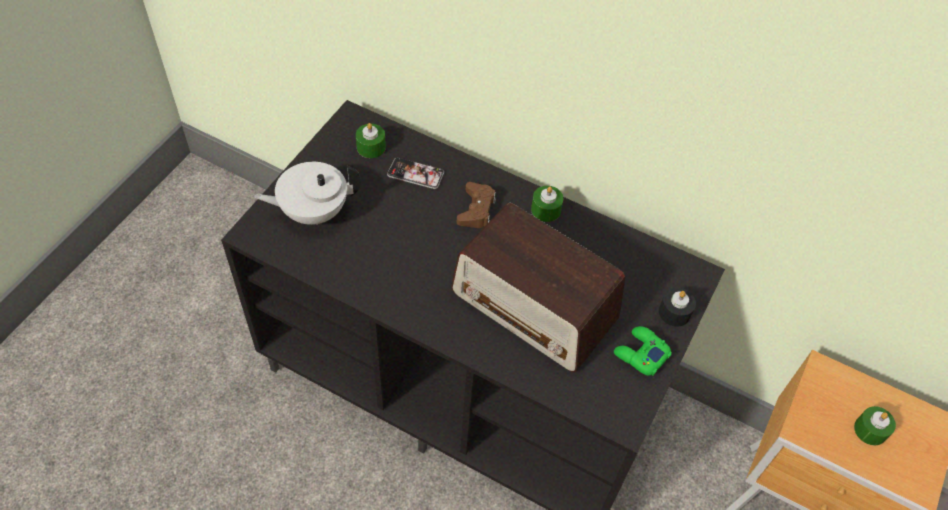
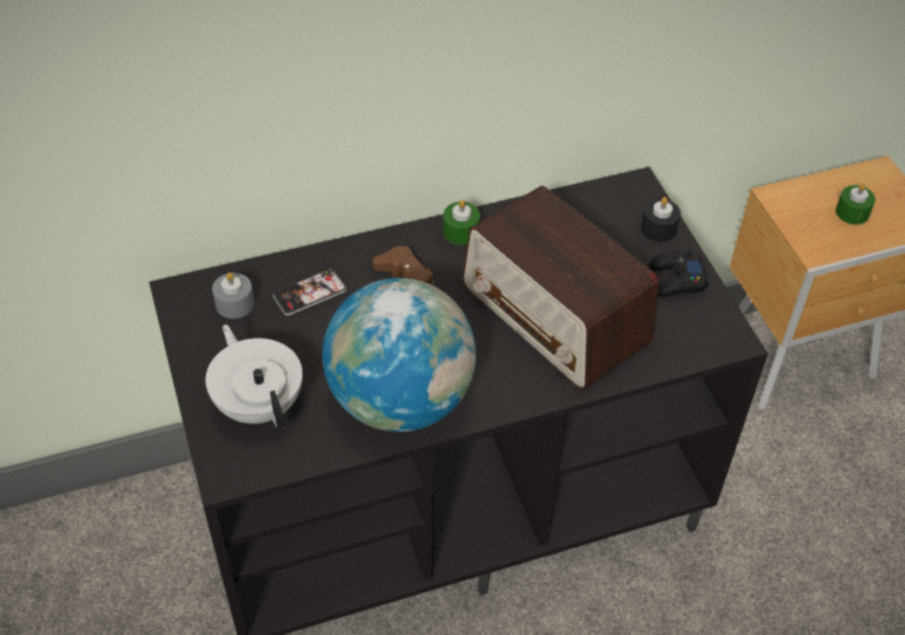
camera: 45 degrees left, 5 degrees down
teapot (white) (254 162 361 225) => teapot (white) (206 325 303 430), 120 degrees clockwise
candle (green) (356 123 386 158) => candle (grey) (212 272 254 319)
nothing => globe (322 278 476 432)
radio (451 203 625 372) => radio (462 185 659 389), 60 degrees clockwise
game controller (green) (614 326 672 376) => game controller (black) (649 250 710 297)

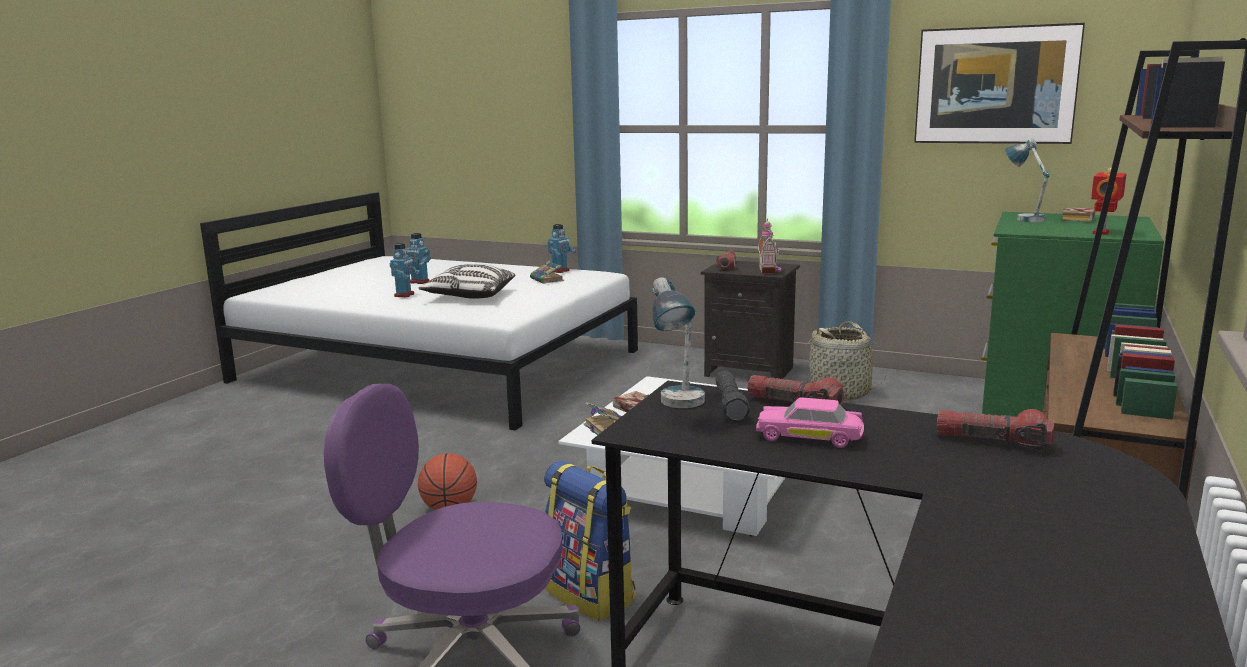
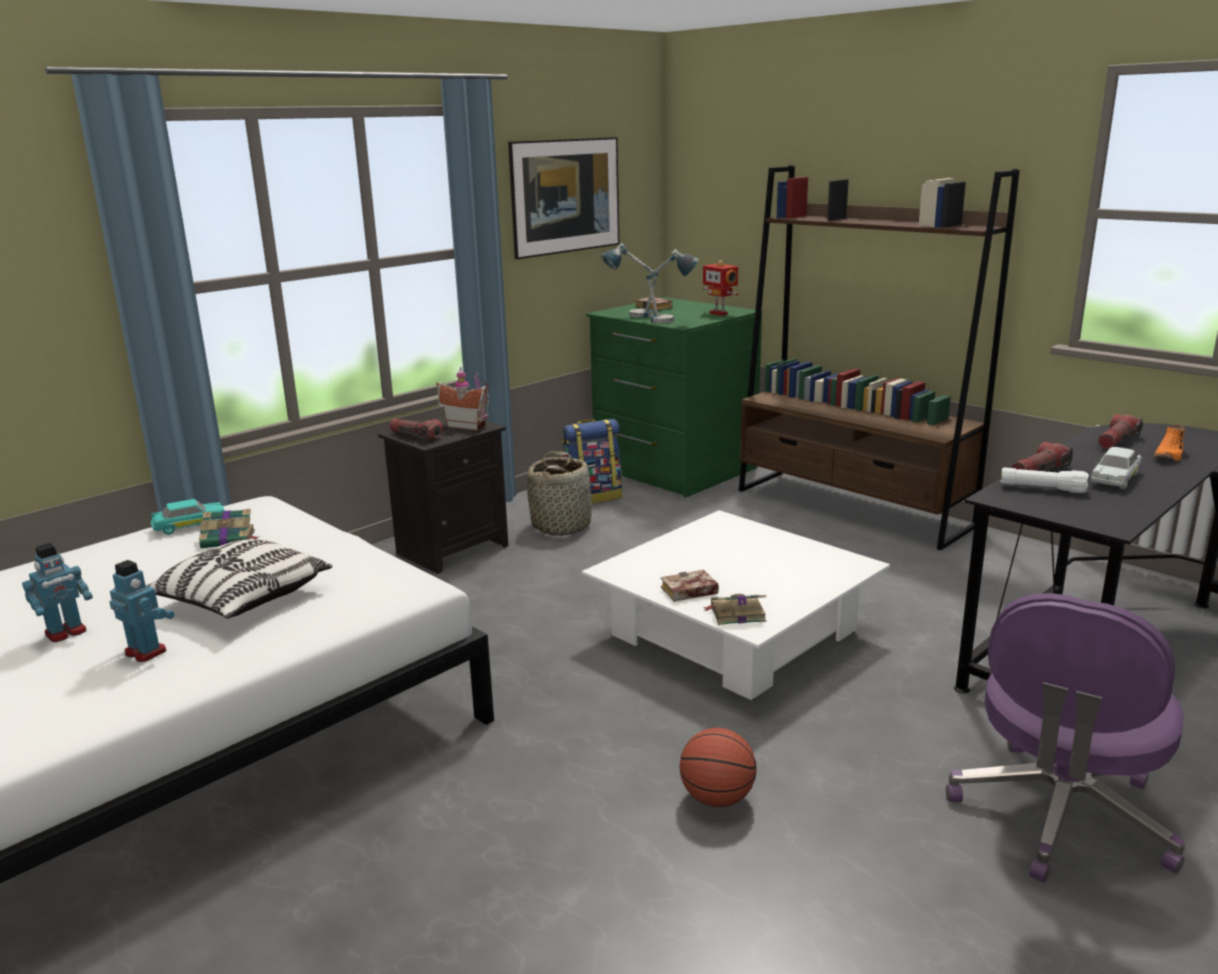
camera: 70 degrees left, 5 degrees up
toy robot (548 224 576 273) => toy car (turquoise) (151 499 225 535)
backpack (544 461 635 621) => backpack (562 419 622 504), shifted
table lamp (652 277 705 408) => table lamp (646 249 699 323), shifted
flashlight (black) (715 370 750 422) => flashlight (white) (1001 468 1089 493)
toy car (pink) (756 397 864 448) => toy car (white) (1091 447 1142 490)
nothing => shoe (orange) (1154 425 1185 461)

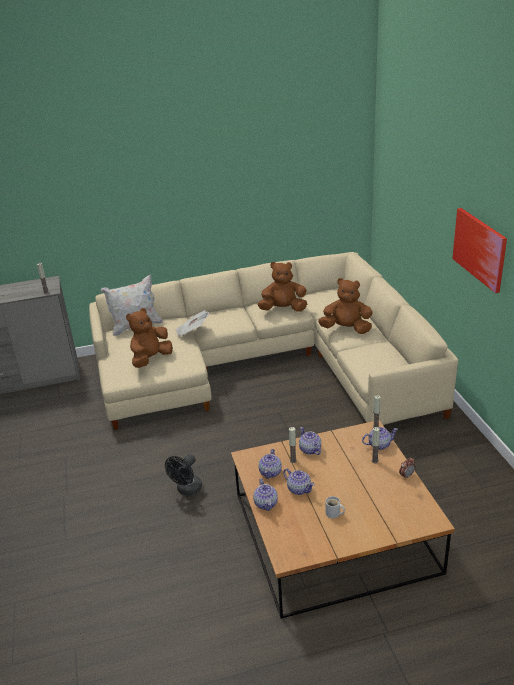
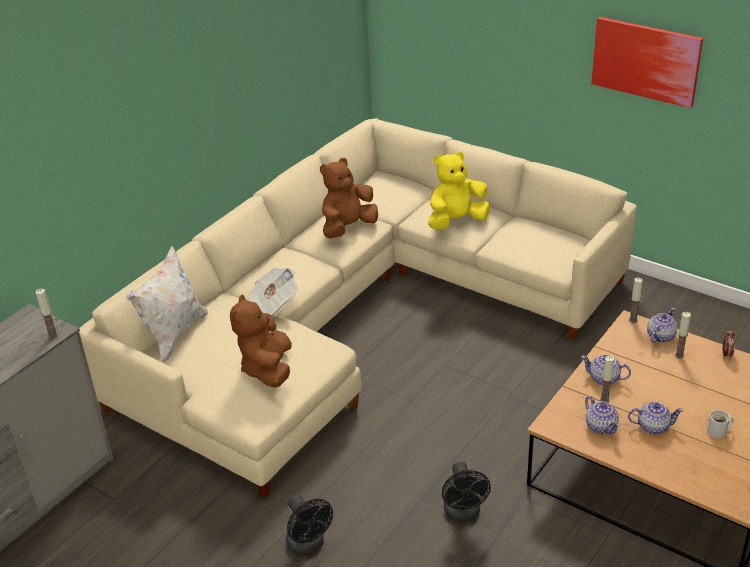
camera: 40 degrees left, 5 degrees up
nothing => fan (black) (286 494 333 556)
plush toy (brown) (318 278 373 334) => plush toy (yellow) (428 151 490 229)
teapot (253 479 278 511) => nothing

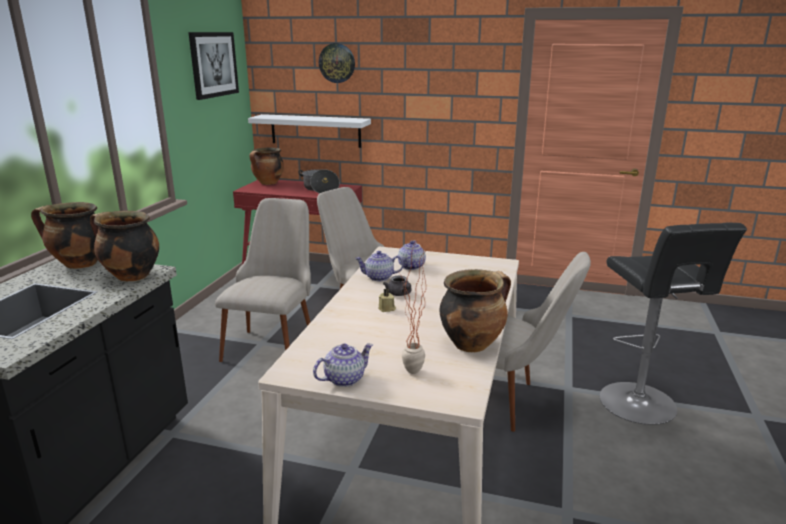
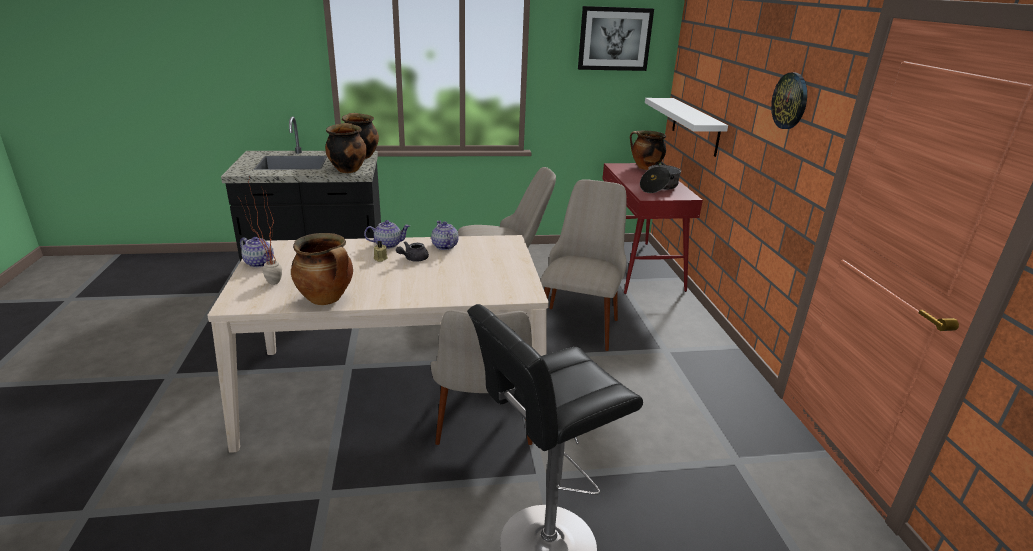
camera: 65 degrees right, 5 degrees up
teapot (398 240 426 270) => teapot (364 220 410 249), shifted
wall clock (319 43 355 83) => wall clock (771 72 807 129), shifted

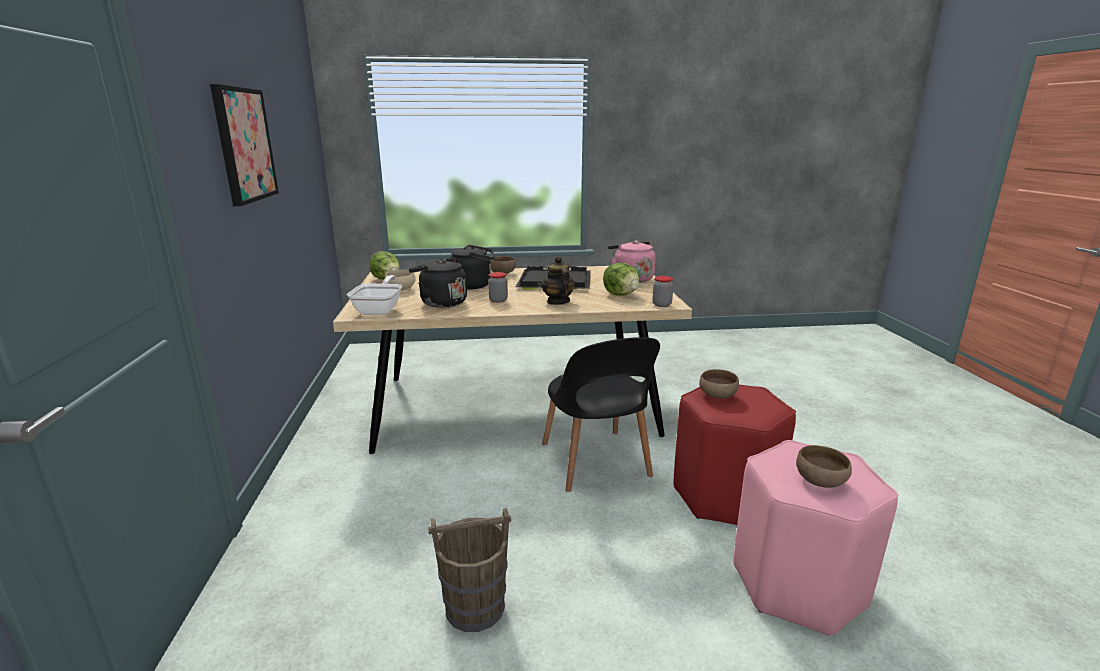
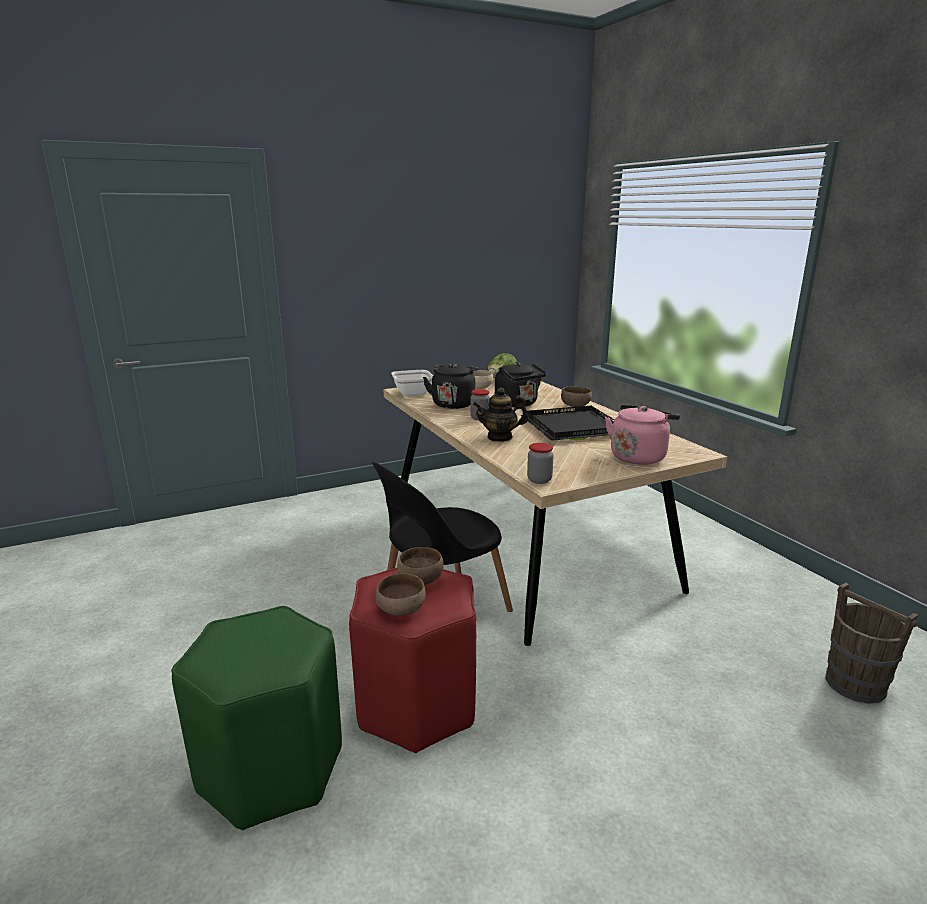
camera: 70 degrees right, 0 degrees up
stool (pink) (734 440 898 635) => stool (green) (171 606 342 830)
bowl (brown) (796 445 852 488) => bowl (brown) (375 573 426 616), shifted
teapot (541 256 575 305) => teapot (473 388 529 442), 150 degrees counterclockwise
bucket (brown) (428 508 511 632) => bucket (brown) (825 583 918 704), shifted
picture (210 84 279 206) => nothing
lettuce (603 263 639 296) => nothing

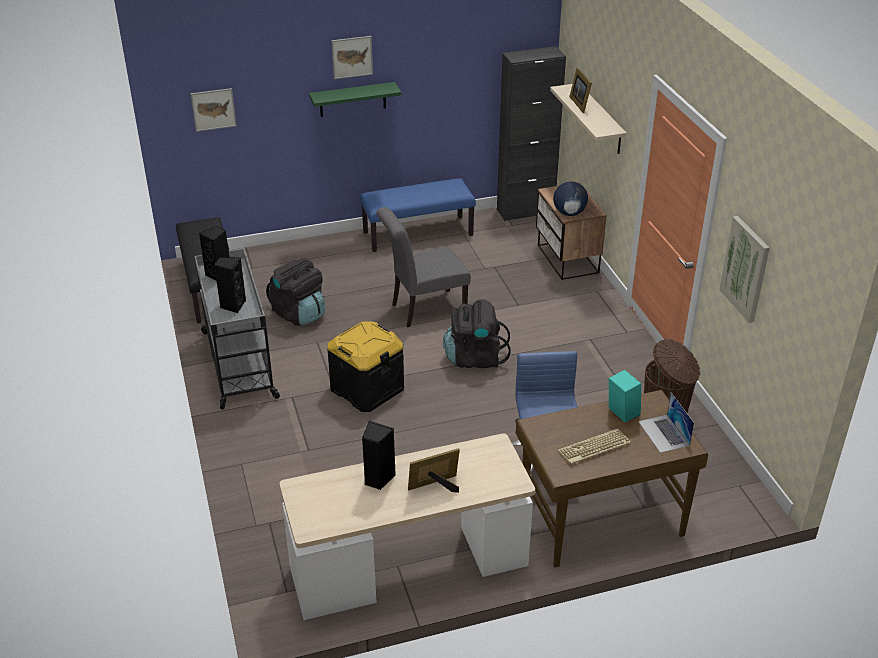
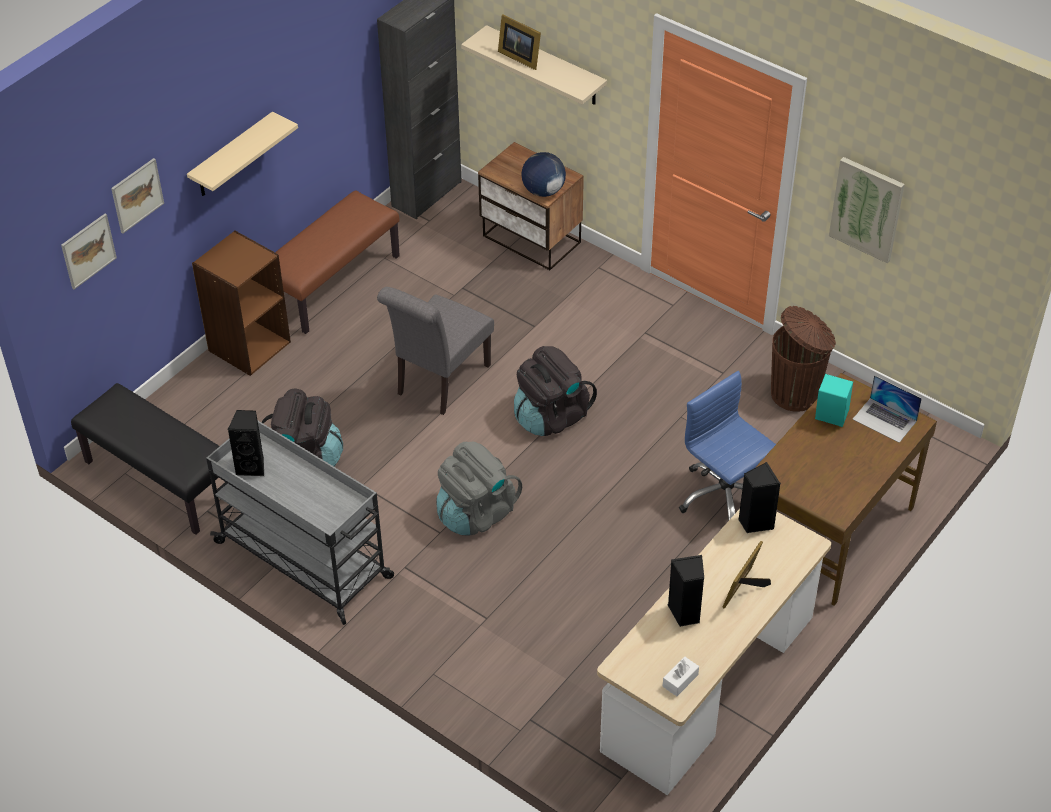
camera: 35 degrees left, 10 degrees up
picture (331 36 373 79) => picture (111 158 164 233), shifted
shelf (green) (309 82 401 117) => shelf (beige) (187 111 298 196)
nothing => bookcase (brown) (192 231 291 376)
bench (blue) (360 178 476 252) => bench (brown) (275 190 400 334)
storage box (black) (327 321 404 412) => backpack (grey) (437 441 522 536)
nothing => tissue box (white) (663 656 699 696)
speaker (black) (214 257 246 313) => speaker (black) (738 462 781 533), shifted
keyboard (558 429 631 464) => nothing

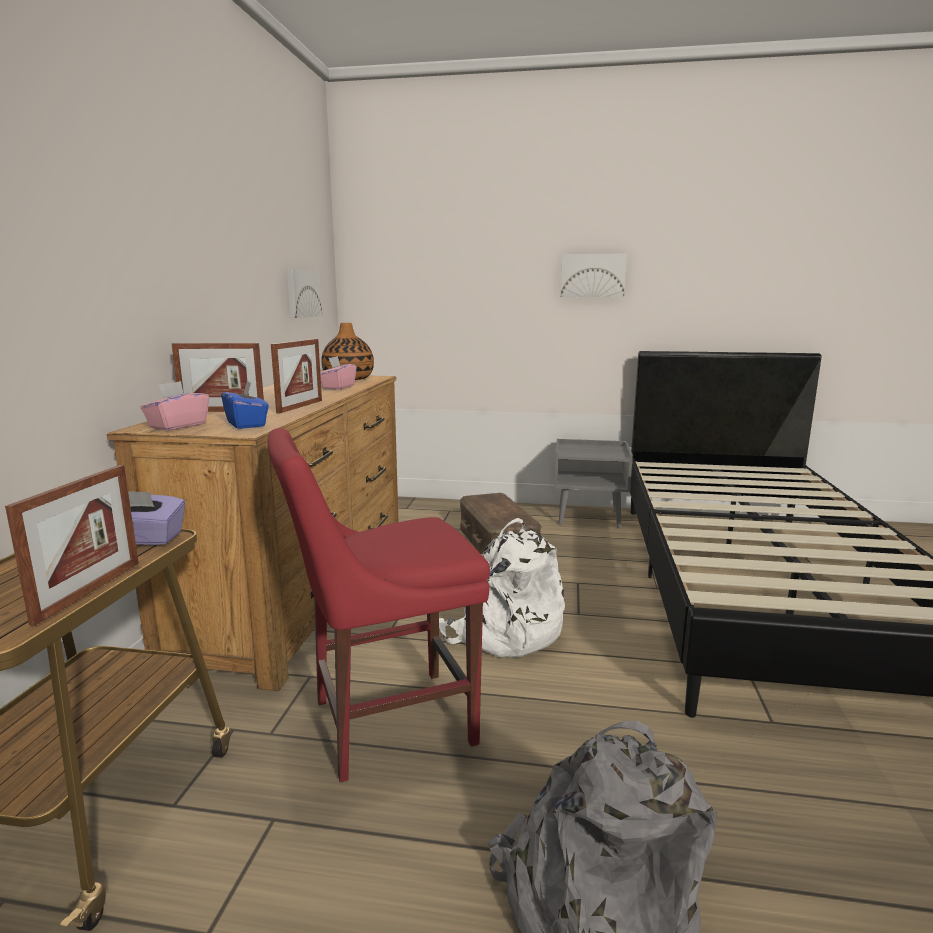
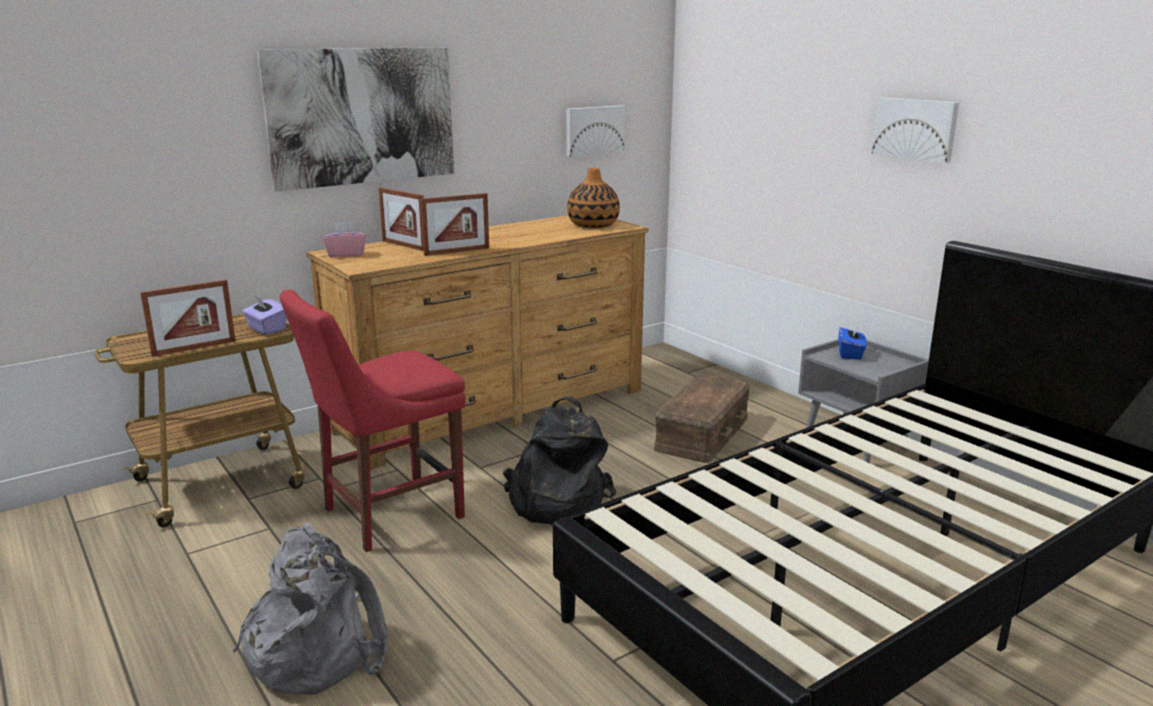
camera: 45 degrees right, 5 degrees up
nothing => picture (257 48 454 192)
chair (red) (267 428 490 783) => chair (red) (280 290 466 552), 60 degrees counterclockwise
backpack (white) (439 518 565 658) => backpack (black) (503 397 616 525)
tissue box (blue) (221 381 269 429) => tissue box (blue) (838 325 867 360), shifted
tissue box (pink) (320 356 357 390) => nothing

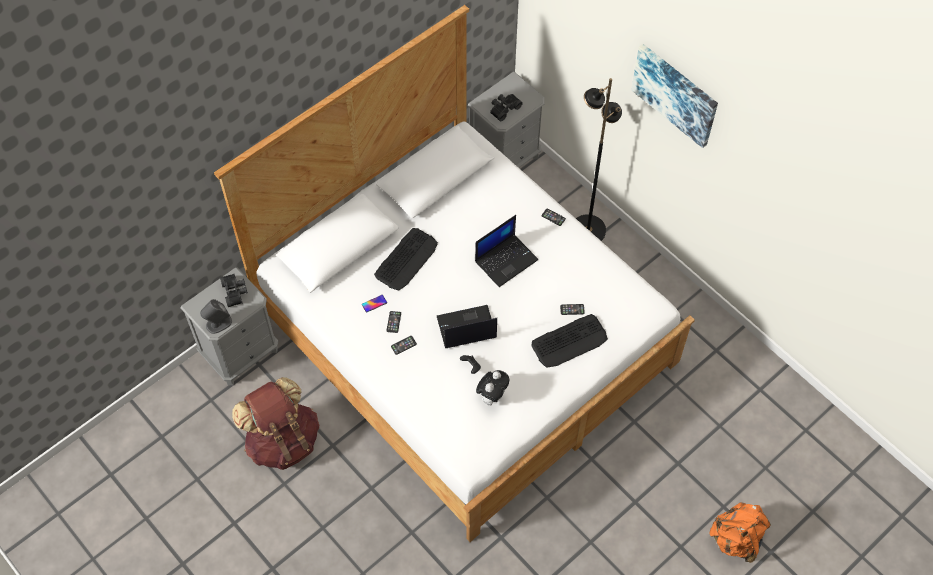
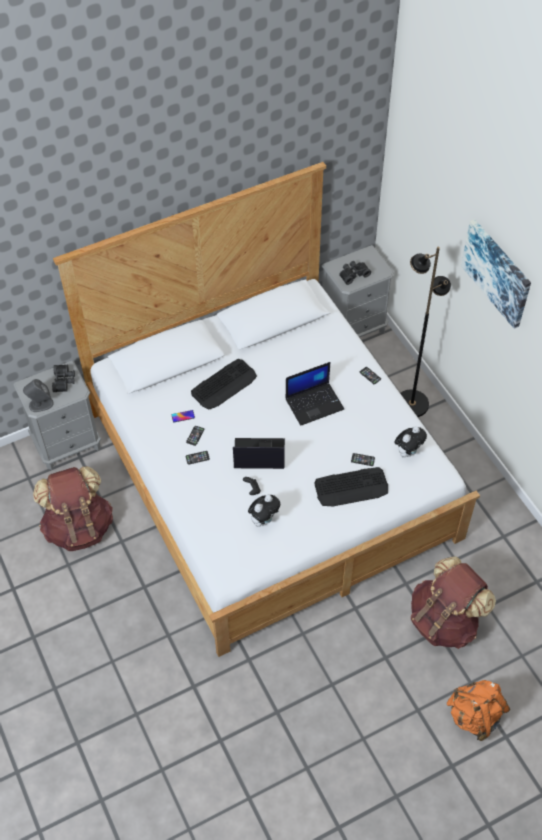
camera: 15 degrees right, 5 degrees down
nothing => plush toy (394 426 427 458)
nothing => backpack (brown) (411 557 496 649)

